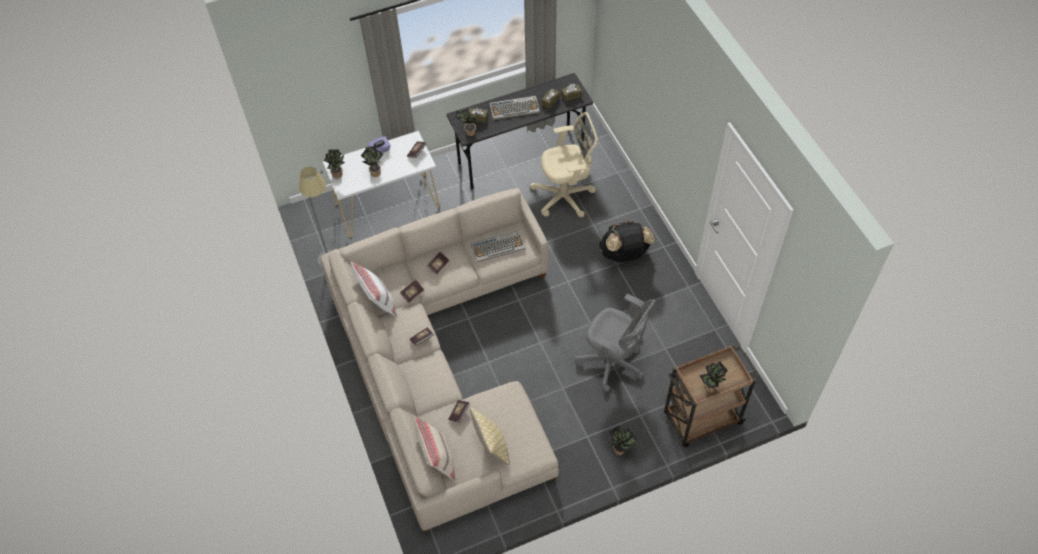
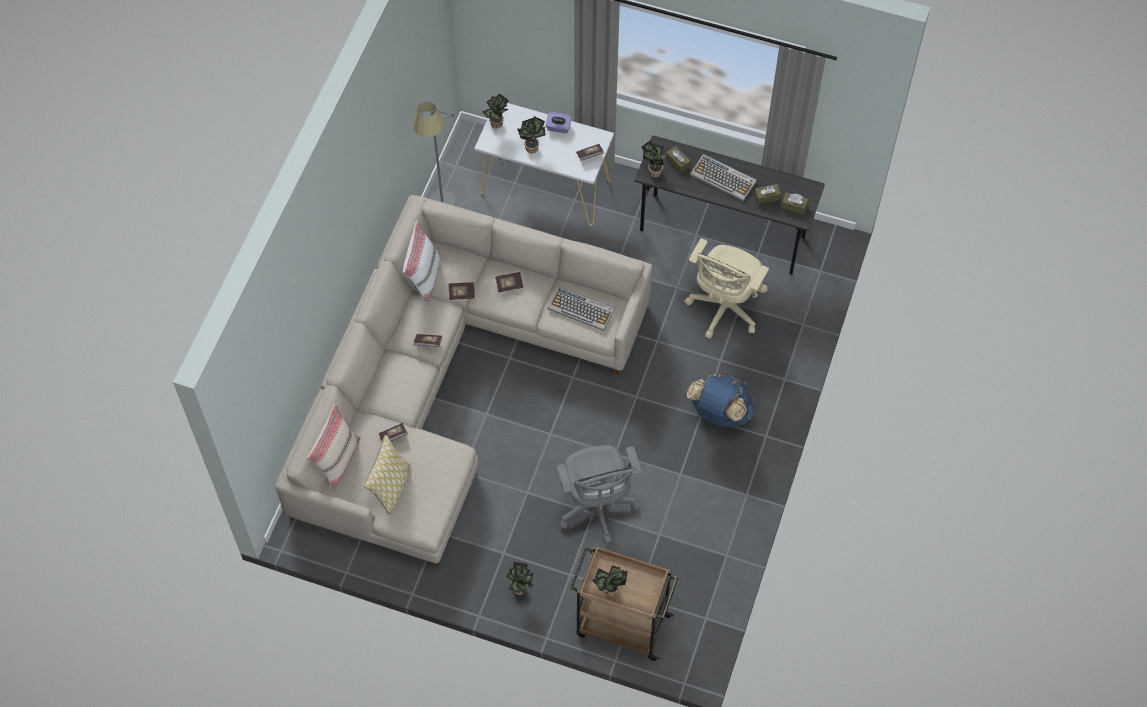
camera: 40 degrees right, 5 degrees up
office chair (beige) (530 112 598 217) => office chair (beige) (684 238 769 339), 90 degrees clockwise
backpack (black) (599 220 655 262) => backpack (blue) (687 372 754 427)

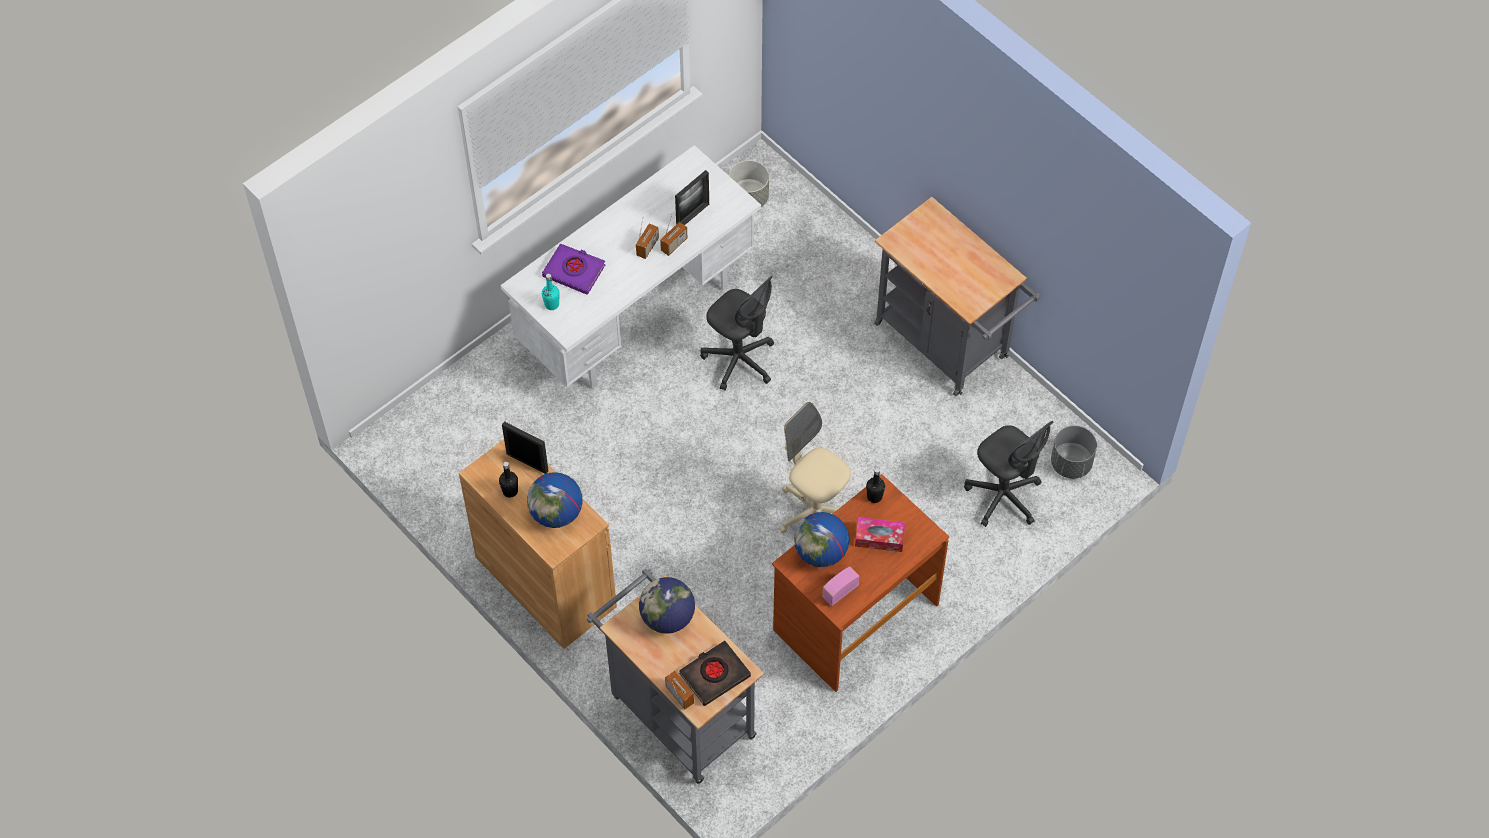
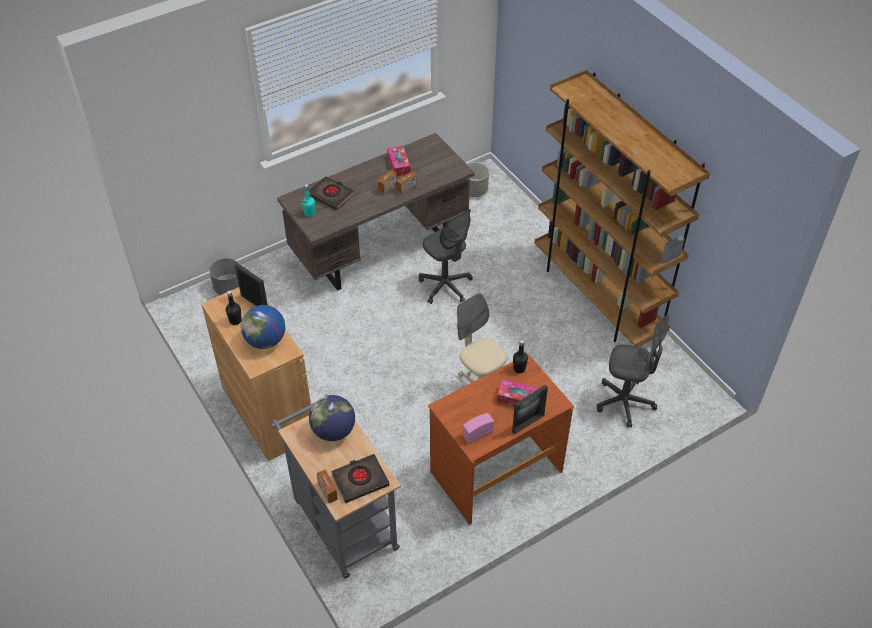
camera: 10 degrees right, 10 degrees down
planter (grey) (1051 426 1097 479) => planter (grey) (209 258 239 295), shifted
desk (white) (500 145 761 389) => desk (brown) (277 133 474 291)
book (purple) (542 243 605 295) => book (black) (309 176 354 210)
nothing => tissue box (387 146 410 176)
picture frame (675 170 709 225) => picture frame (512 385 548 435), shifted
cart (grey) (874 197 1040 396) => bookcase (brown) (535 70 710 347)
office chair (grey) (964 421 1054 527) => office chair (grey) (597 315 669 428), 45 degrees counterclockwise
globe (794 512 849 567) => nothing

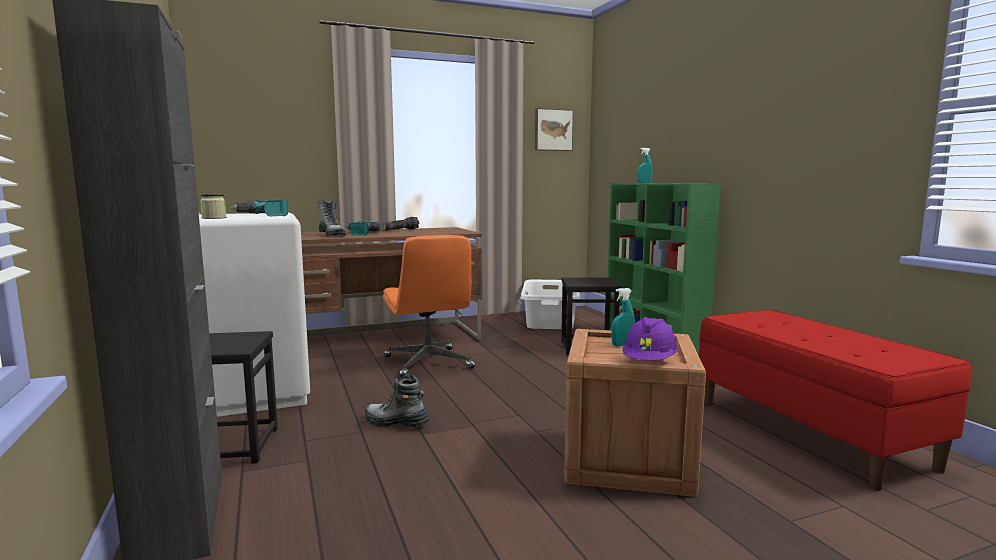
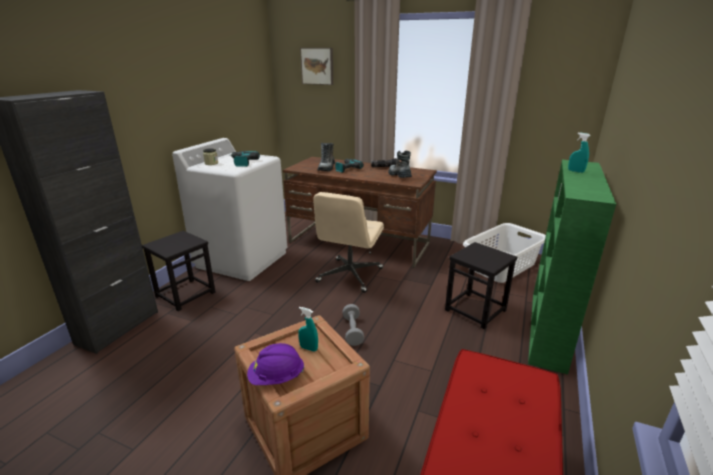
camera: 45 degrees right, 15 degrees up
picture (535 108 574 151) => picture (300 48 333 85), shifted
office chair (orange) (383 235 475 377) => office chair (beige) (313 192 384 293)
nothing => dumbbell (grey) (342 304 364 346)
boot (365 374 429 427) => boot (388 151 412 178), shifted

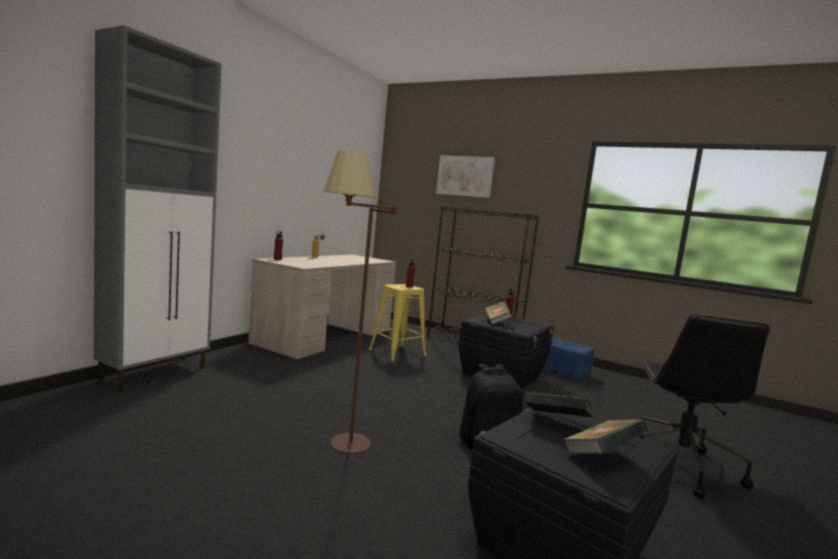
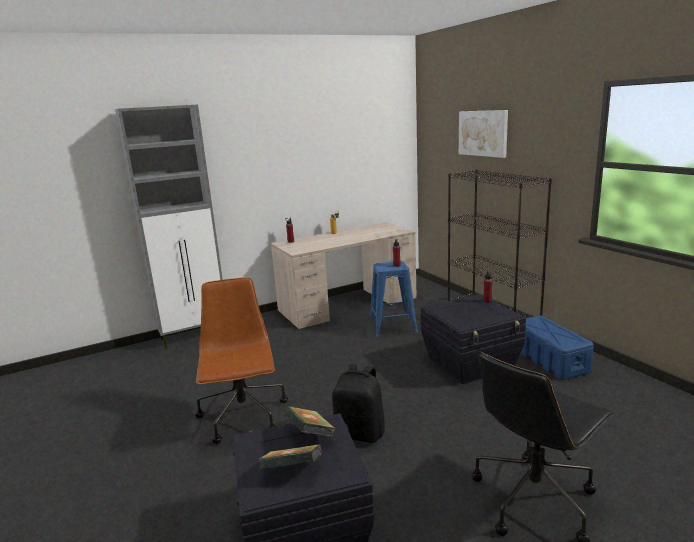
camera: 35 degrees right, 10 degrees up
floor lamp (brown) (324 151 397 454) => office chair (brown) (195 278 288 444)
stool (yellow) (369 284 426 361) => stool (blue) (369 261 418 337)
book (485 301 512 325) => nothing

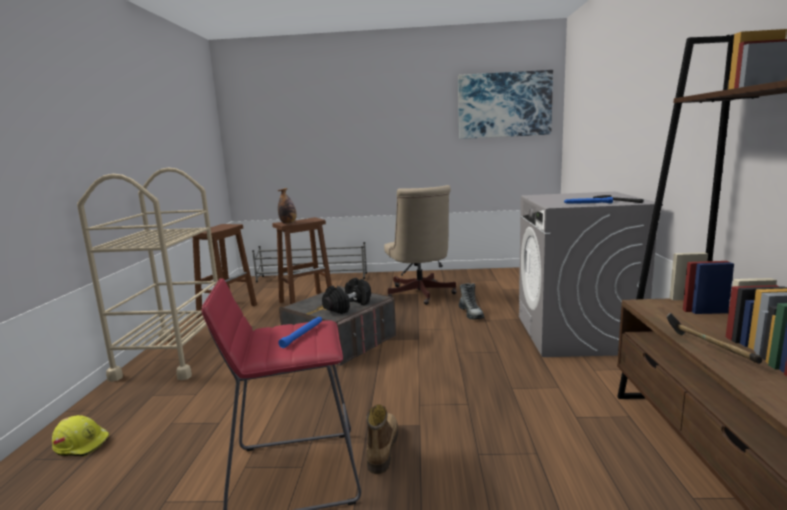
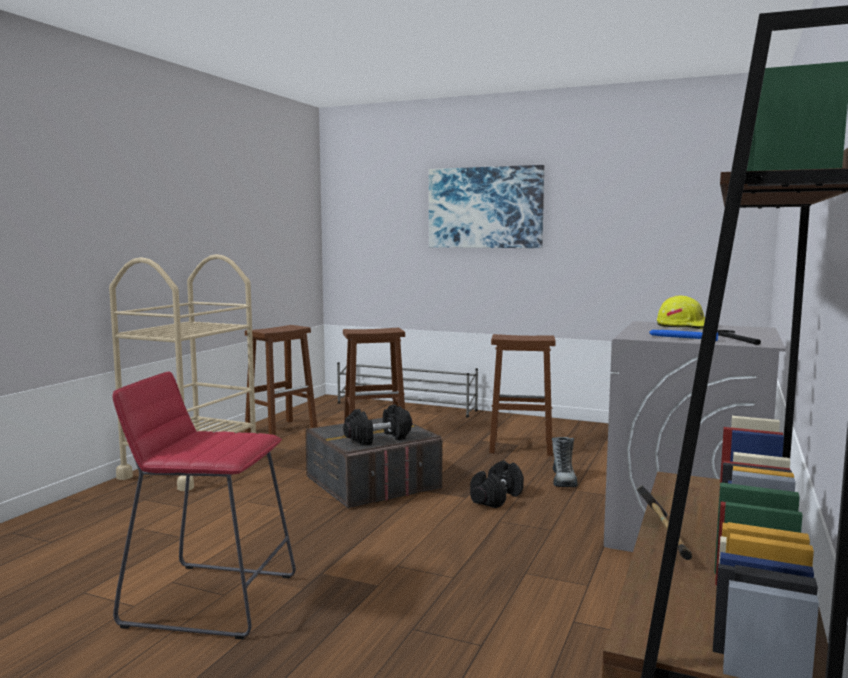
camera: 20 degrees right, 5 degrees down
picture (458 70 553 139) => picture (429 165 544 248), shifted
nothing => dumbbell (black) (470 460 524 509)
office chair (beige) (384 185 457 305) => stool (brown) (489 334 555 456)
hard hat (yellow) (52 415 110 457) => hard hat (yellow) (657 296 705 329), shifted
bottle (278 188 296 224) => nothing
flashlight (blue) (278 317 322 348) => nothing
boot (367 404 399 474) => nothing

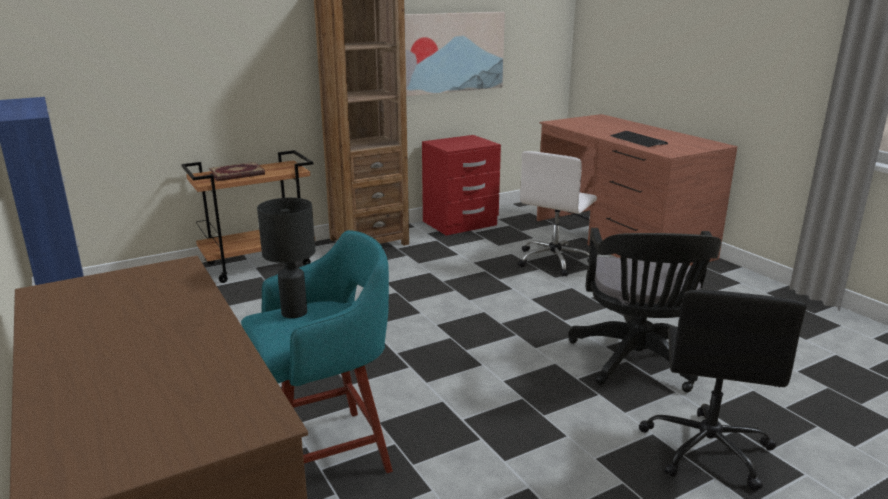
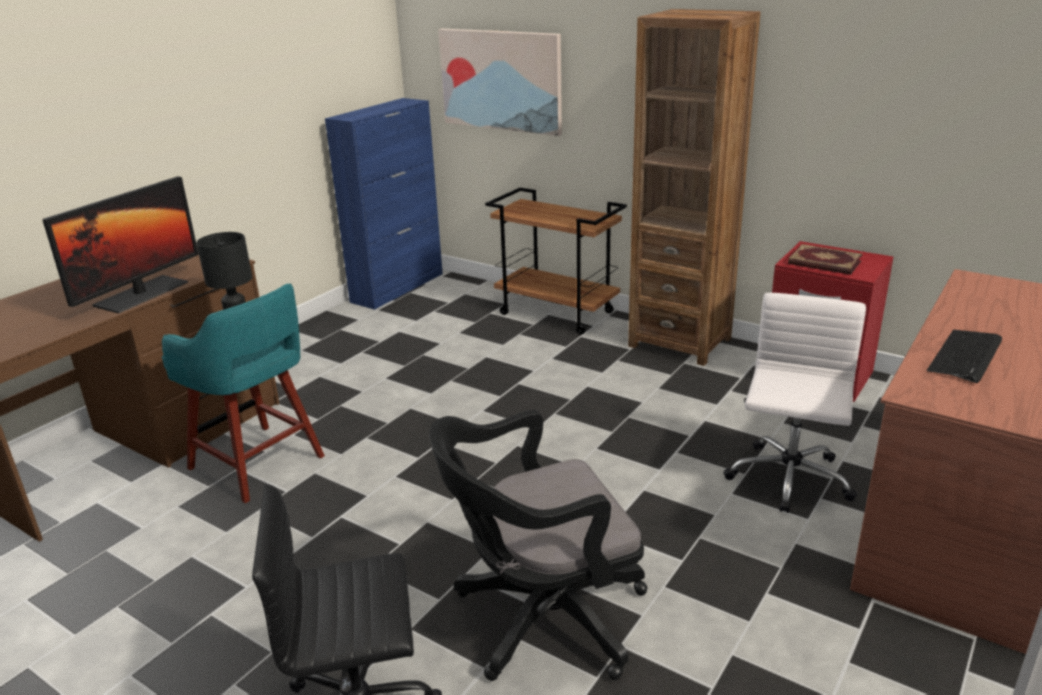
camera: 65 degrees right, 5 degrees up
nothing => monitor (42 176 199 313)
picture (405 12 505 96) => picture (438 29 562 136), shifted
office chair (white) (518 151 597 277) => office chair (white) (723 293 866 513), 105 degrees clockwise
book (209 162 265 181) => book (788 244 863 275), shifted

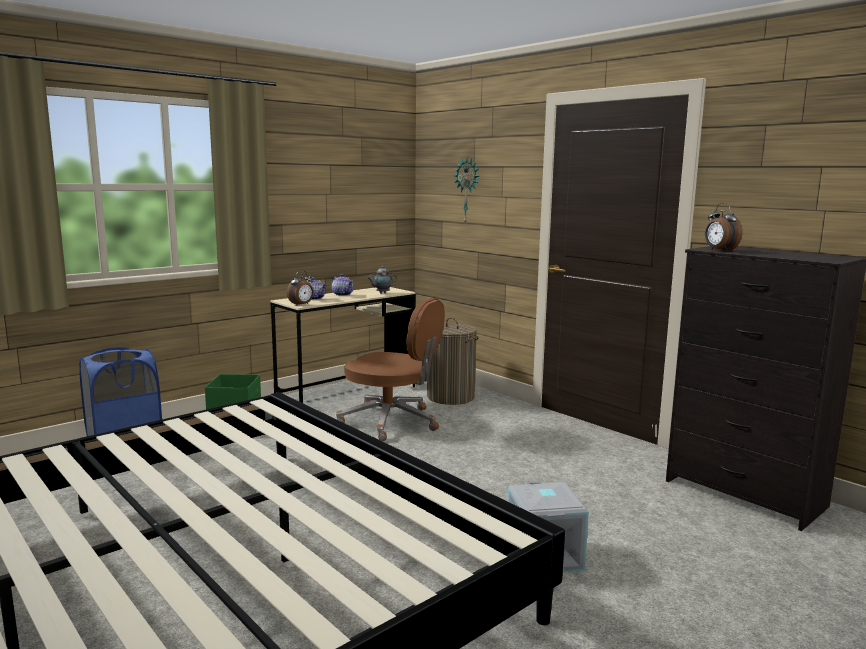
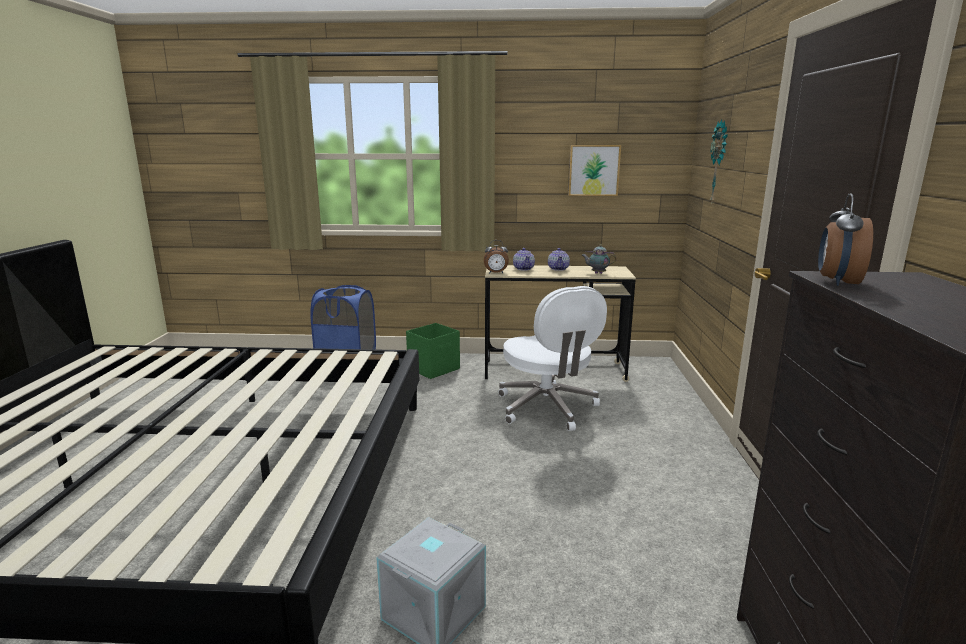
camera: 45 degrees right, 5 degrees up
office chair (brown) (336 298 445 441) => office chair (white) (498 286 607 431)
nothing => picture (568 145 621 196)
laundry basket (427 317 479 405) => nothing

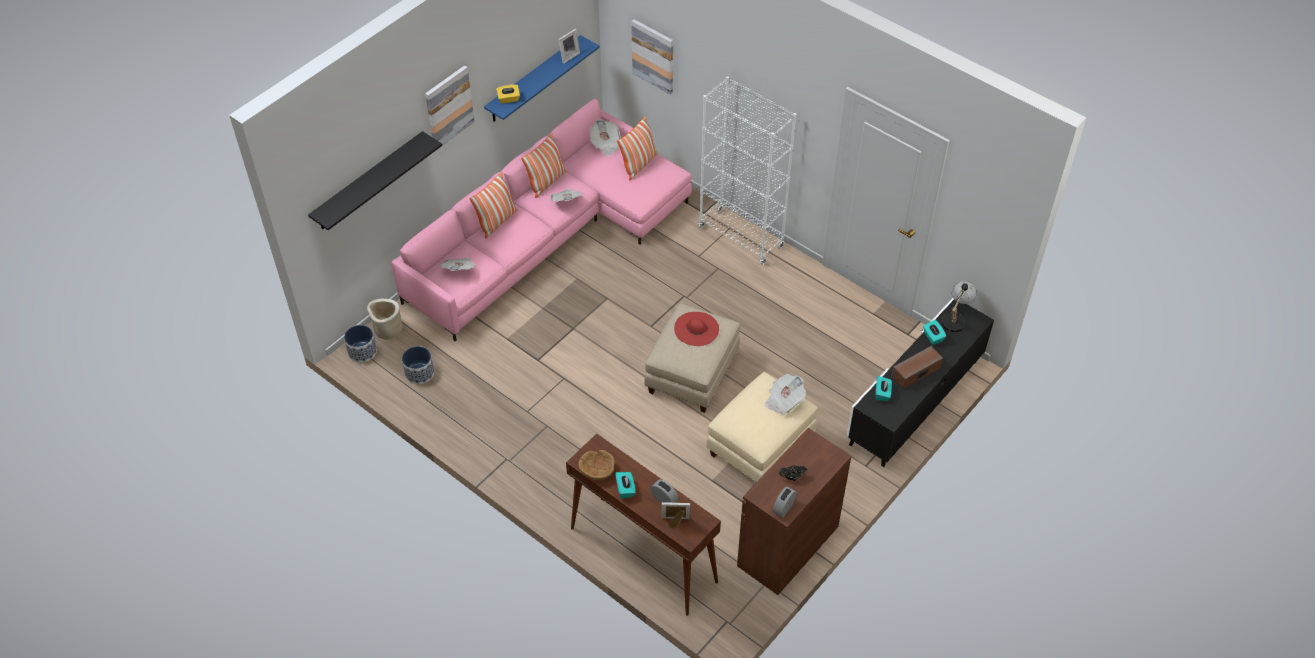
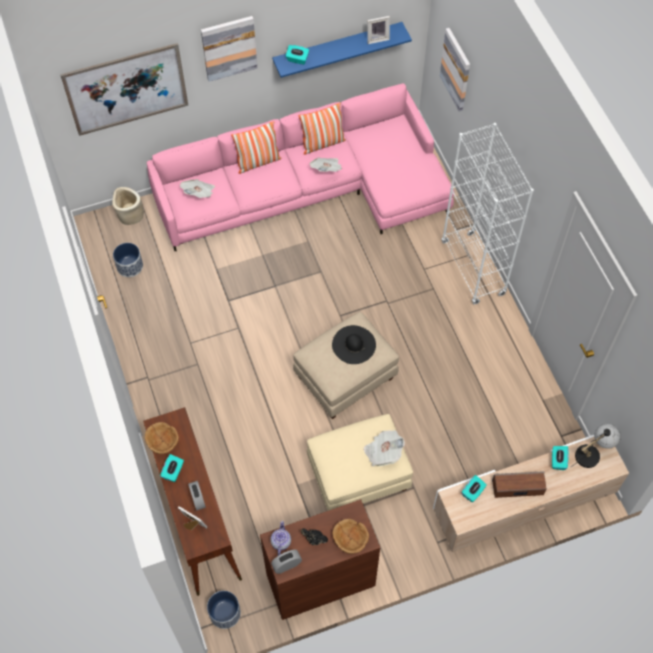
camera: 30 degrees right, 10 degrees up
shelf (black) (308 131 442 230) => picture (60 43 188 136)
planter (344 325 377 363) => planter (207 591 241 629), shifted
nothing => teapot (270 521 291 556)
tissue box (yellow) (496 85 520 104) => tissue box (turquoise) (286 45 309 65)
hat (red) (674 312 719 346) => hat (black) (332 325 376 364)
nothing => bowl (brown) (333 519 369 554)
tv stand (black) (847 298 994 467) => tv stand (beige) (433 434 629 552)
newspaper (590 119 621 157) => nothing
pillow (617 116 658 181) => nothing

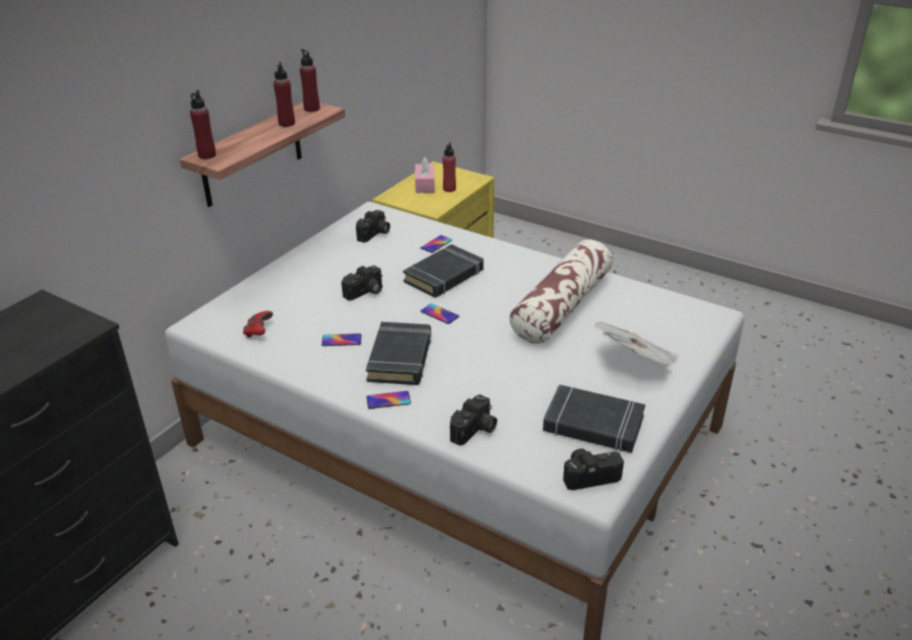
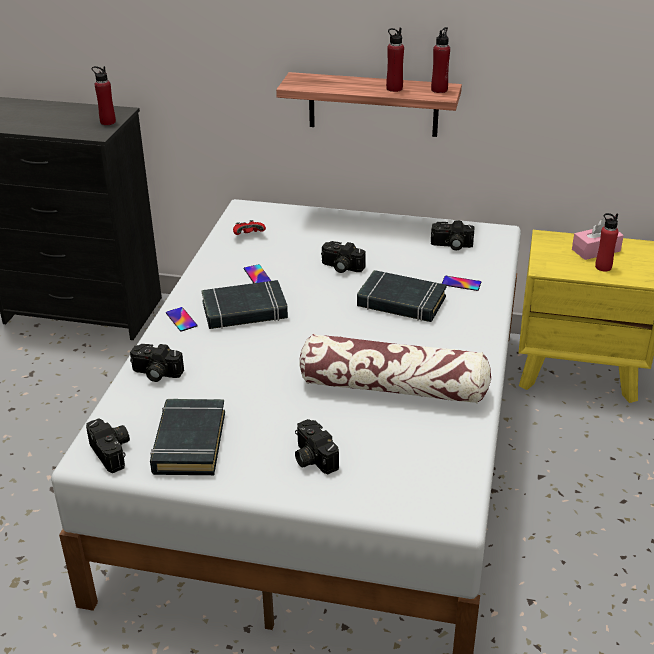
camera: 70 degrees right, 0 degrees up
bottle (red) (190 90 216 159) => bottle (red) (92 66 116 125), shifted
newspaper (595 322 679 366) => photo camera (295 419 339 475)
phone (420 304 459 324) => nothing

